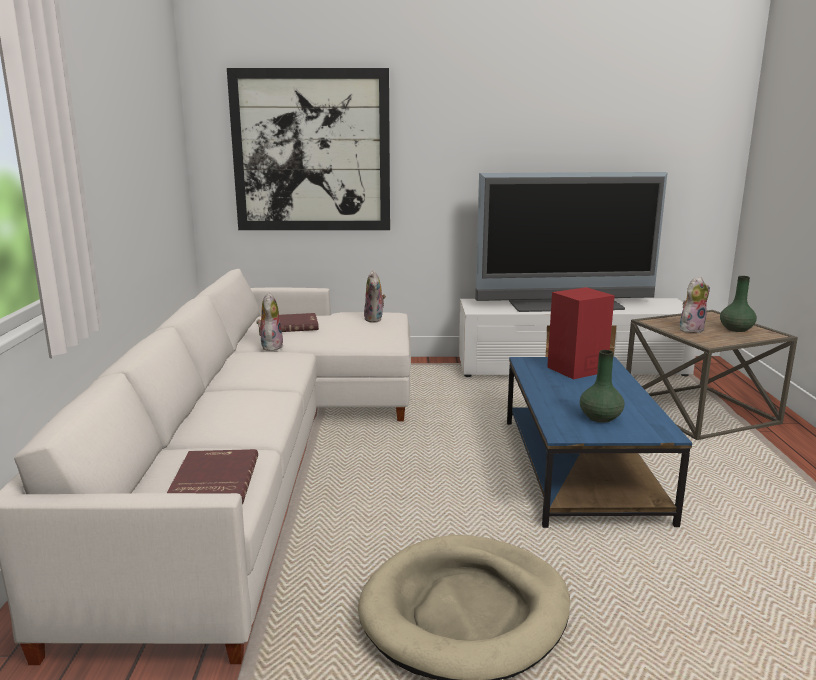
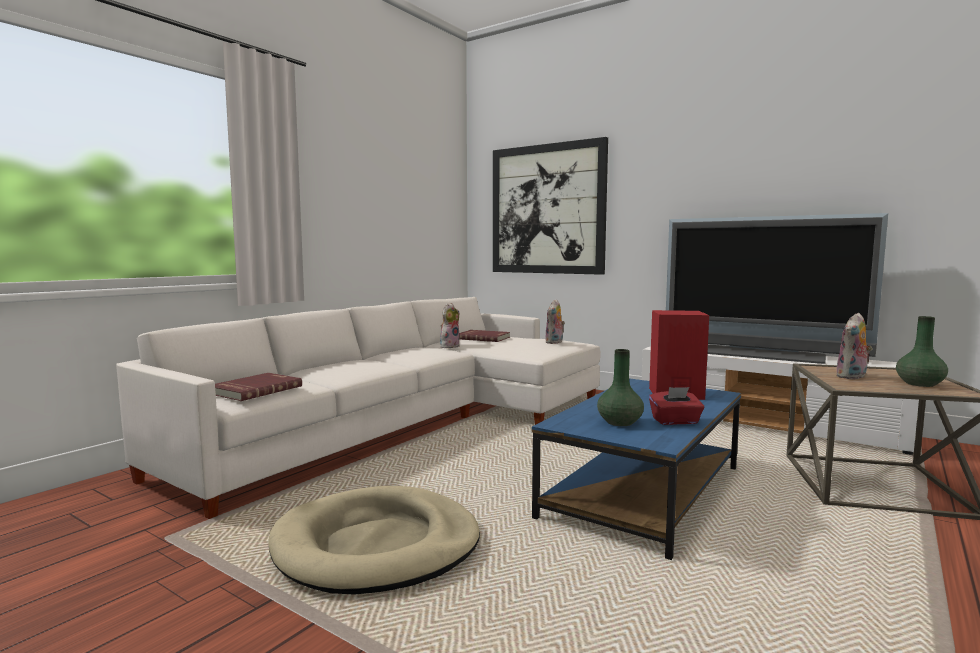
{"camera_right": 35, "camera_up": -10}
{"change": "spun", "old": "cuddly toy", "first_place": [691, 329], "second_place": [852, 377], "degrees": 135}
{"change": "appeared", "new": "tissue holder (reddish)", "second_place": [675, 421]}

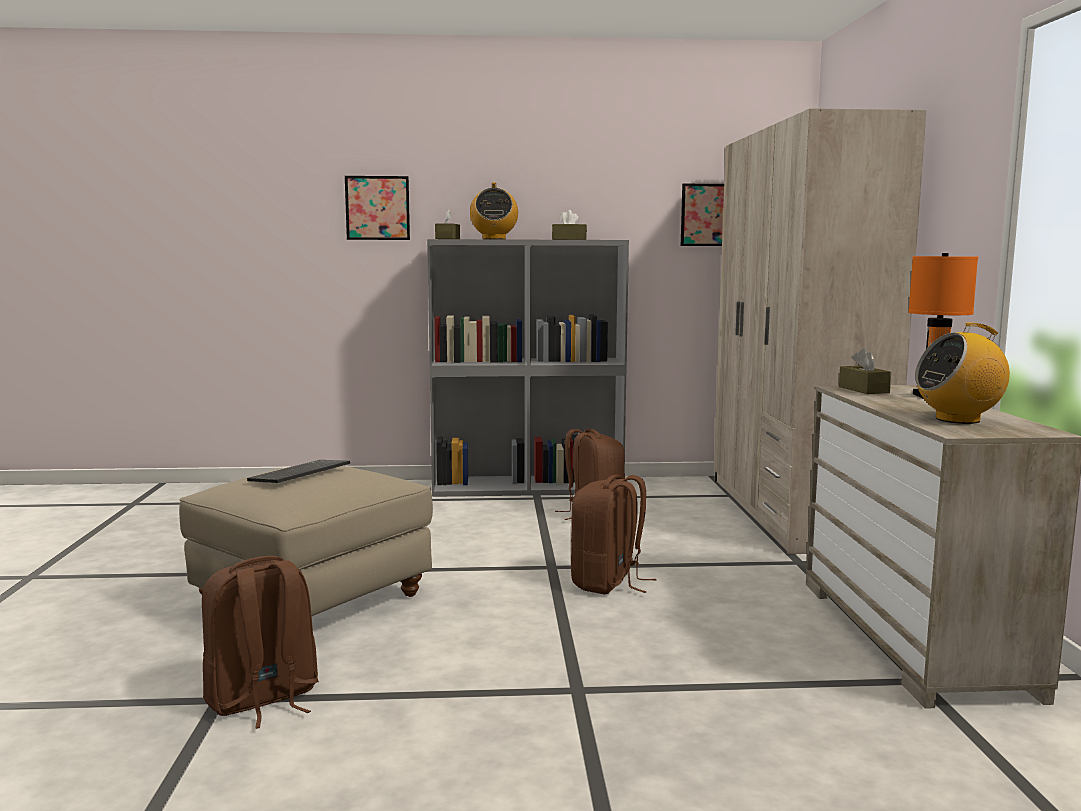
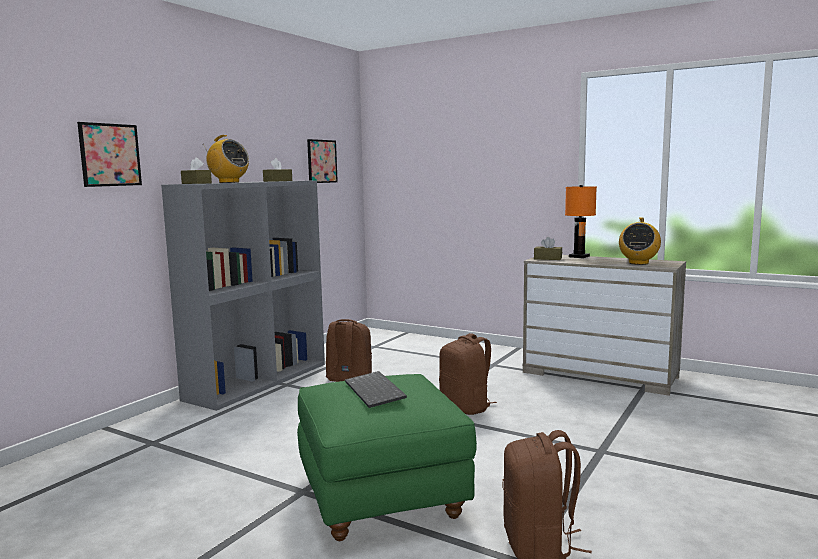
{"camera_right": -55, "camera_up": 0}
{"change": "missing", "old": "wardrobe (beige-coloured)", "first_place": [791, 512]}
{"change": "colour", "old": "pouffe (beige-coloured)", "new": "pouffe (green-coloured)", "first_place": [313, 603], "second_place": [382, 497]}

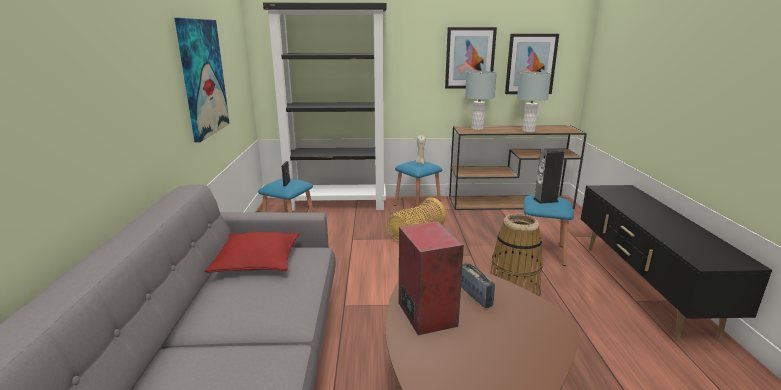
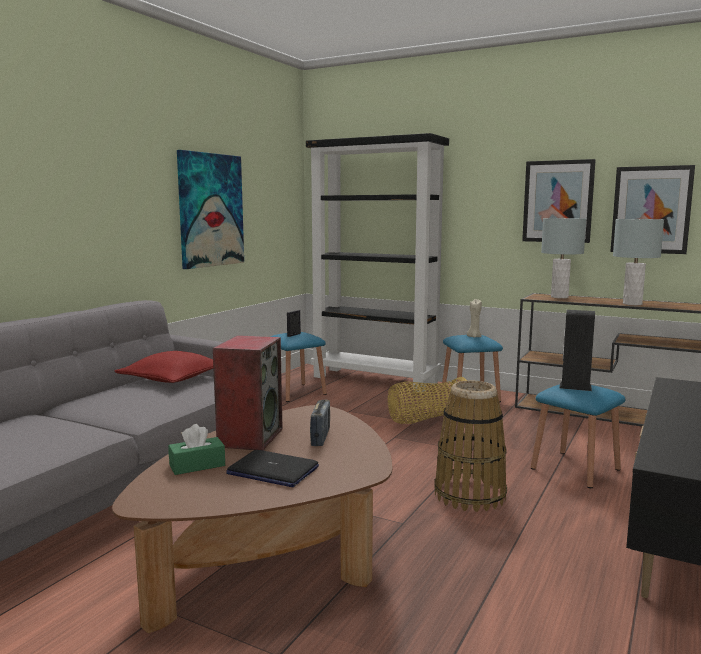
{"camera_right": 30, "camera_up": -10}
{"change": "appeared", "new": "tissue holder (green-coloured)", "second_place": [197, 465]}
{"change": "appeared", "new": "portable computer", "second_place": [272, 470]}

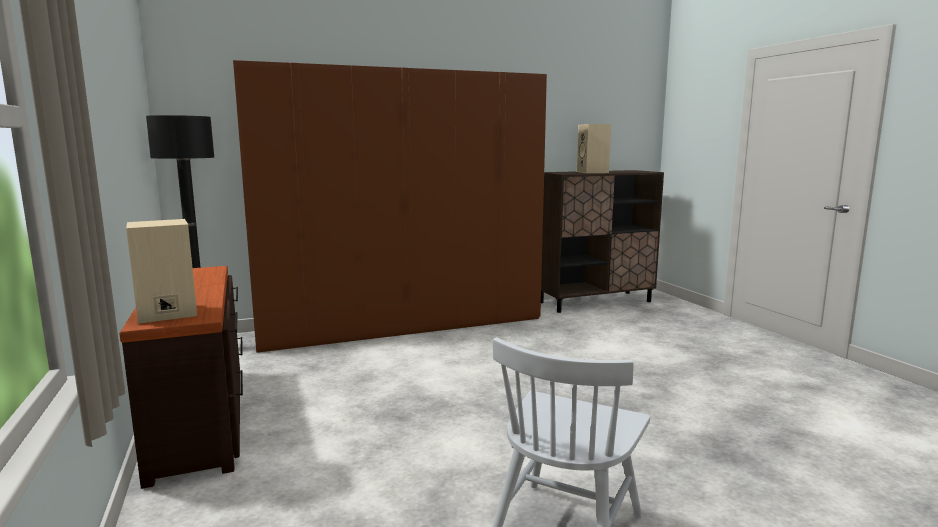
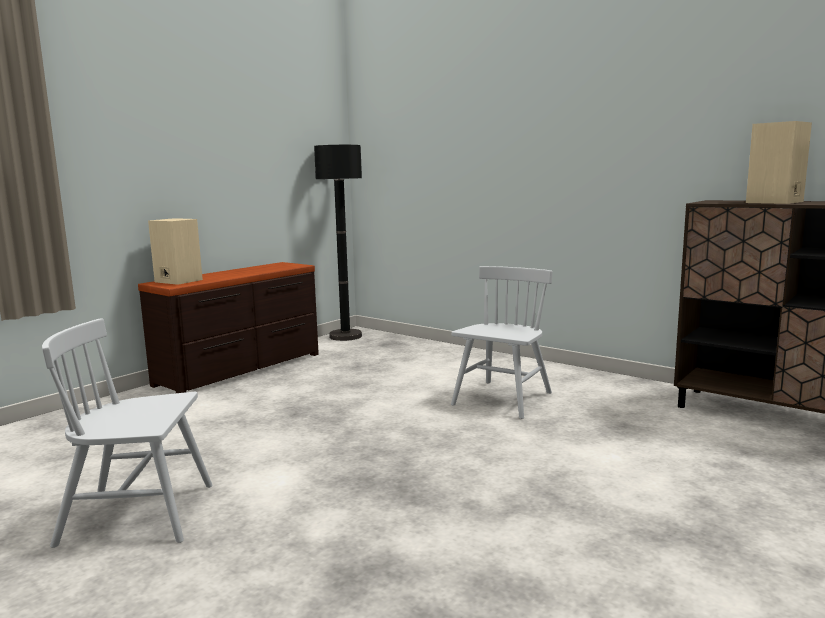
{"camera_right": 60, "camera_up": 0}
{"change": "missing", "old": "wardrobe (brown)", "first_place": [403, 325]}
{"change": "appeared", "new": "chair (white-coloured)", "second_place": [502, 399]}

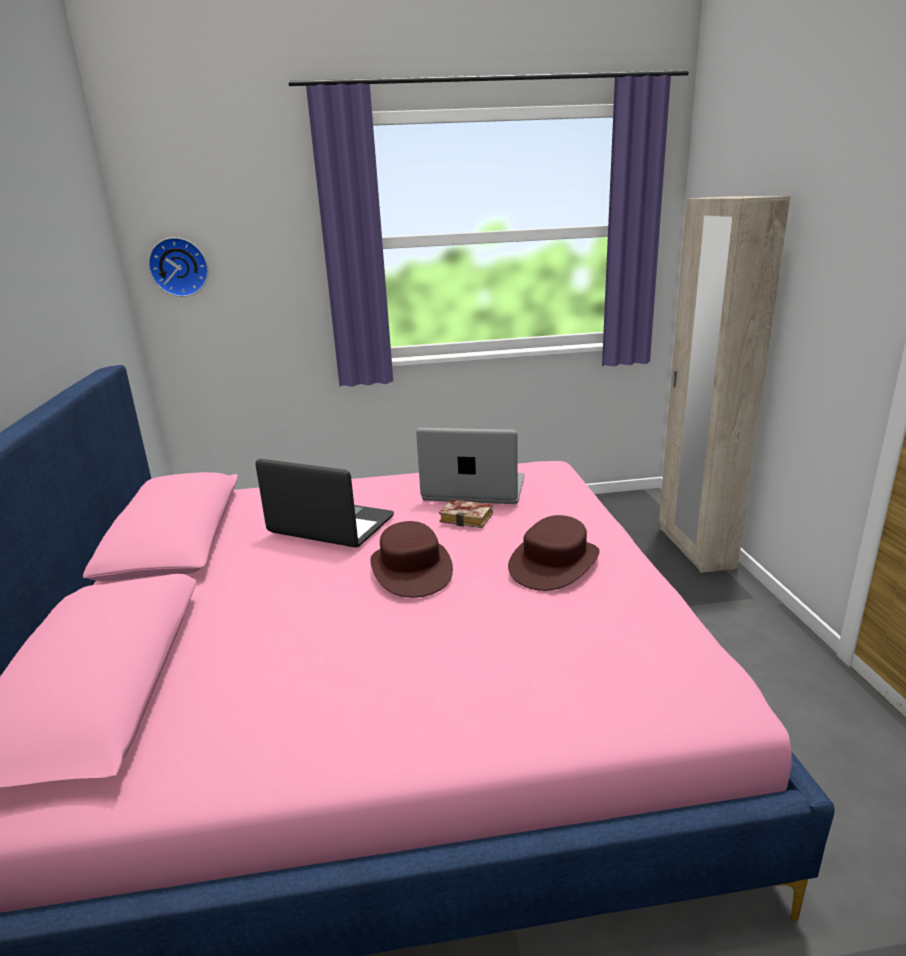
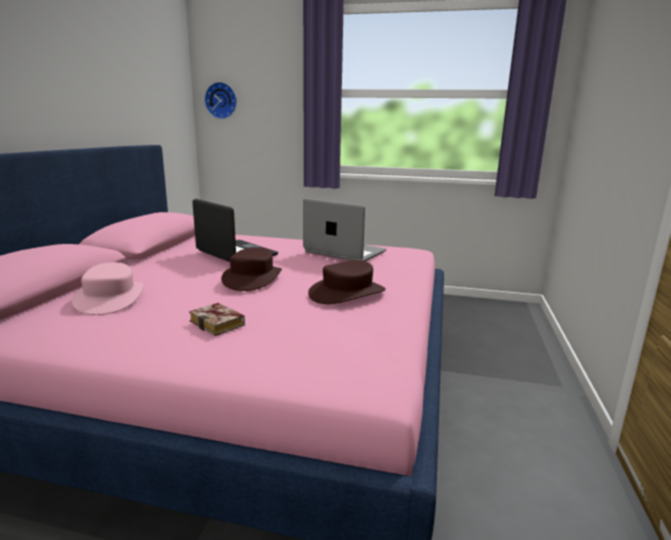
{"camera_right": 20, "camera_up": -5}
{"change": "missing", "old": "wardrobe (beige-coloured)", "first_place": [695, 547]}
{"change": "relocated", "old": "volume", "first_place": [468, 518], "second_place": [219, 324]}
{"change": "appeared", "new": "clothing hat (pink)", "second_place": [110, 298]}

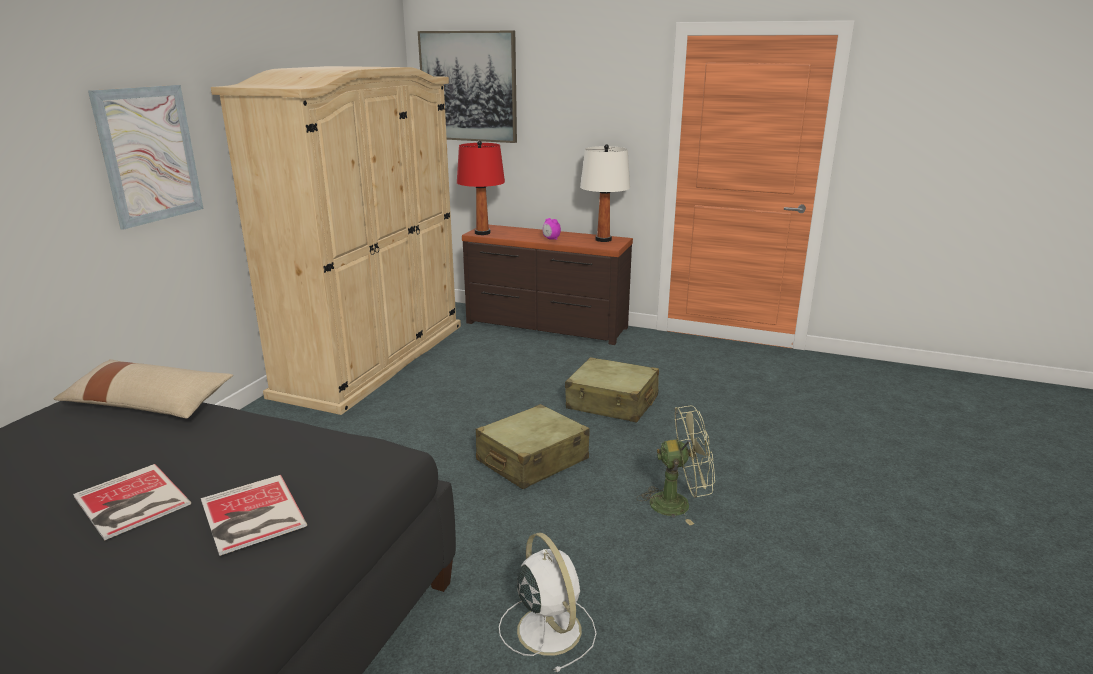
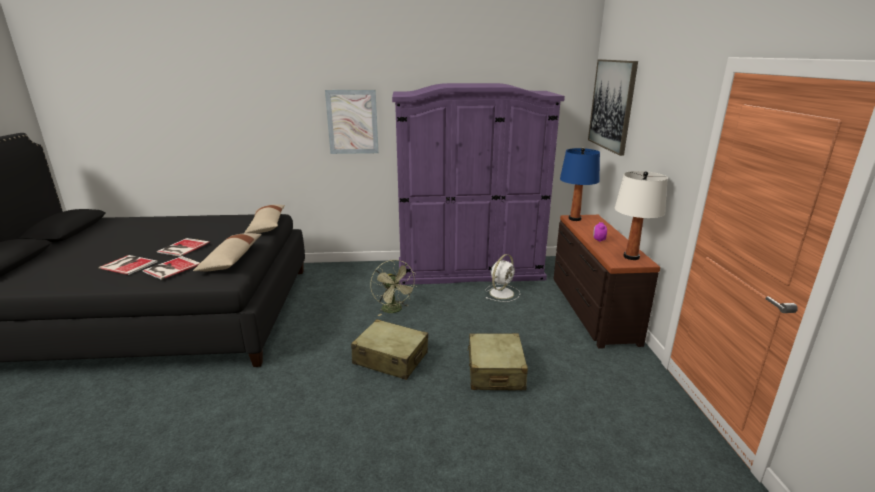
{"camera_right": 65, "camera_up": 0}
{"change": "colour", "old": "wardrobe (beige-coloured)", "new": "wardrobe (purple)", "first_place": [373, 358], "second_place": [469, 270]}
{"change": "colour", "old": "table lamp (reddish)", "new": "table lamp (blue-coloured)", "first_place": [482, 233], "second_place": [575, 219]}
{"change": "relocated", "old": "electric fan (green-coloured)", "first_place": [678, 503], "second_place": [394, 310]}
{"change": "relocated", "old": "electric fan (white-coloured)", "first_place": [547, 628], "second_place": [502, 293]}
{"change": "appeared", "new": "pillow (beige-coloured)", "second_place": [231, 259]}
{"change": "appeared", "new": "volume", "second_place": [128, 264]}

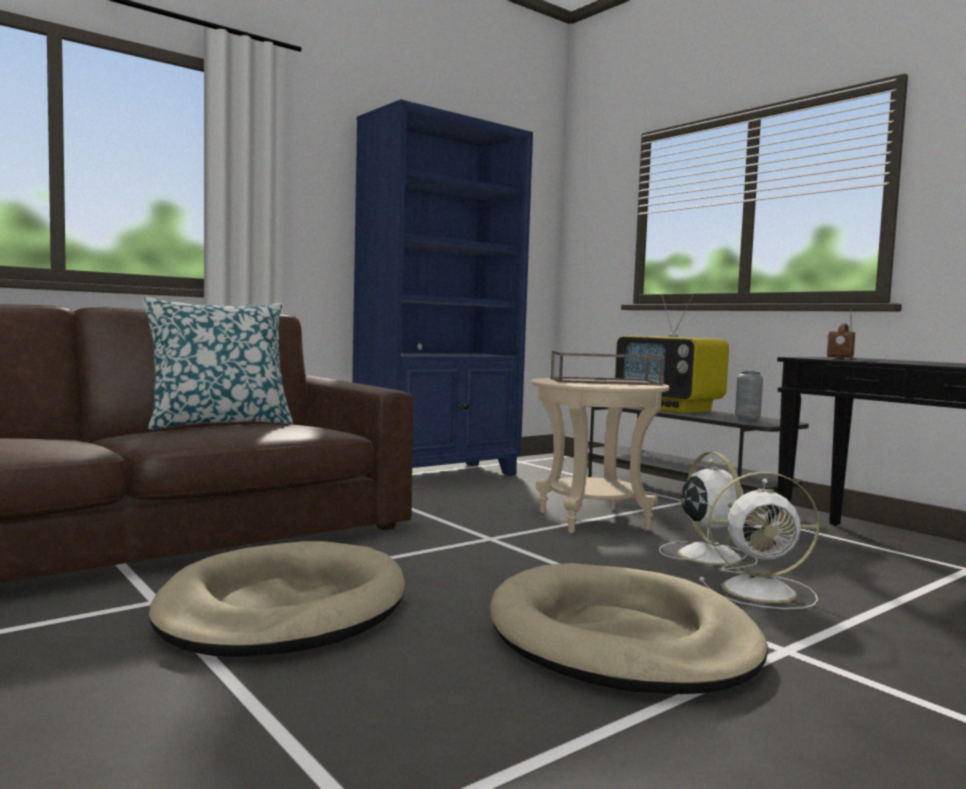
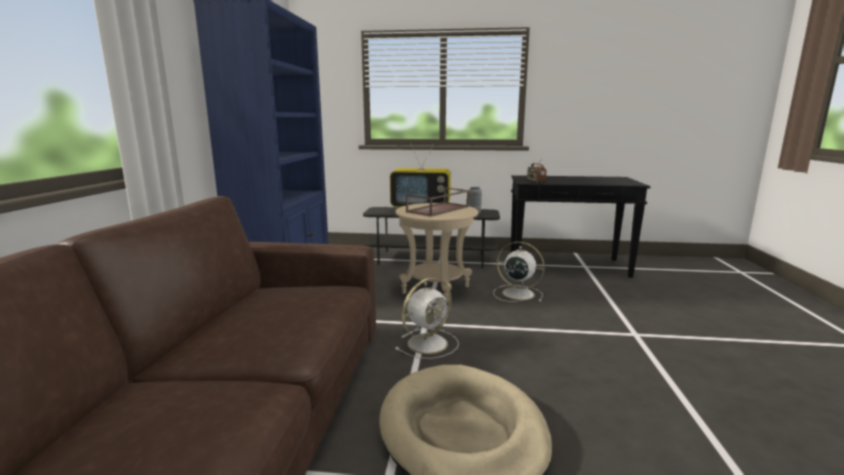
{"camera_right": -45, "camera_up": 10}
{"change": "missing", "old": "pillow", "first_place": [219, 424]}
{"change": "relocated", "old": "electric fan (white-coloured)", "first_place": [762, 591], "second_place": [429, 343]}
{"change": "missing", "old": "dog cushion (beige-coloured)", "first_place": [621, 639]}

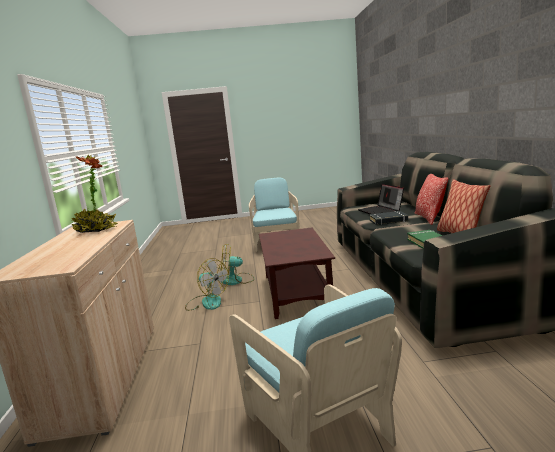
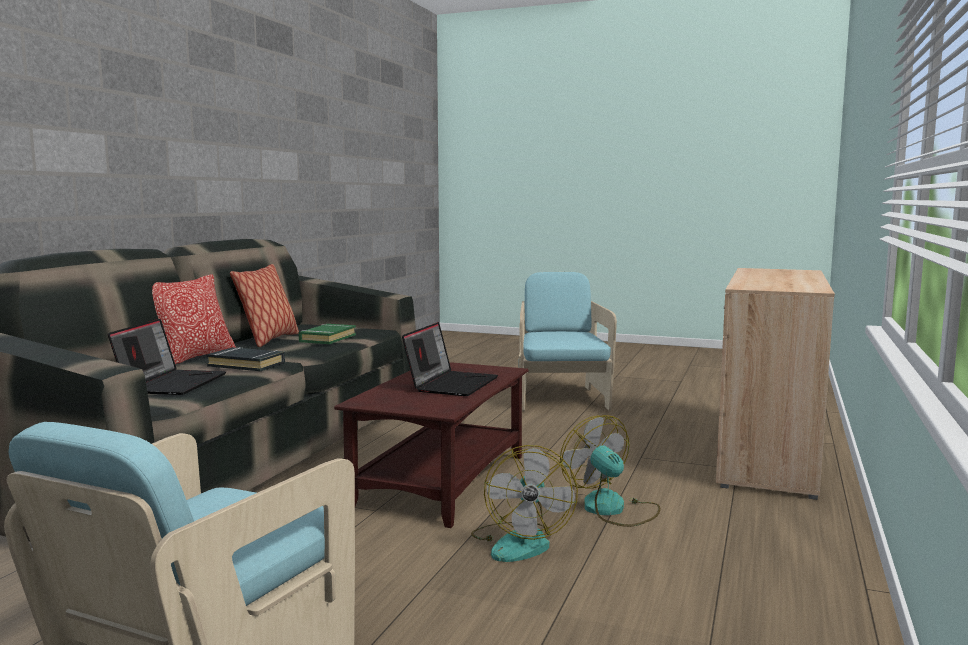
{"camera_right": -155, "camera_up": -5}
{"change": "missing", "old": "plant in a pot", "first_place": [96, 230]}
{"change": "spun", "old": "electric fan", "first_place": [236, 280], "second_place": [520, 542], "degrees": 75}
{"change": "appeared", "new": "portable computer", "second_place": [451, 384]}

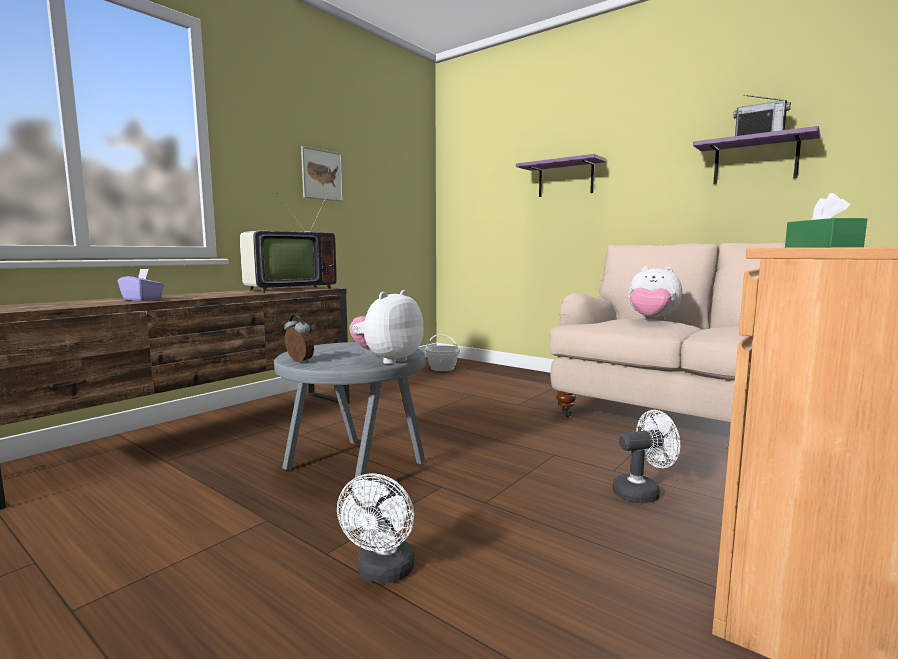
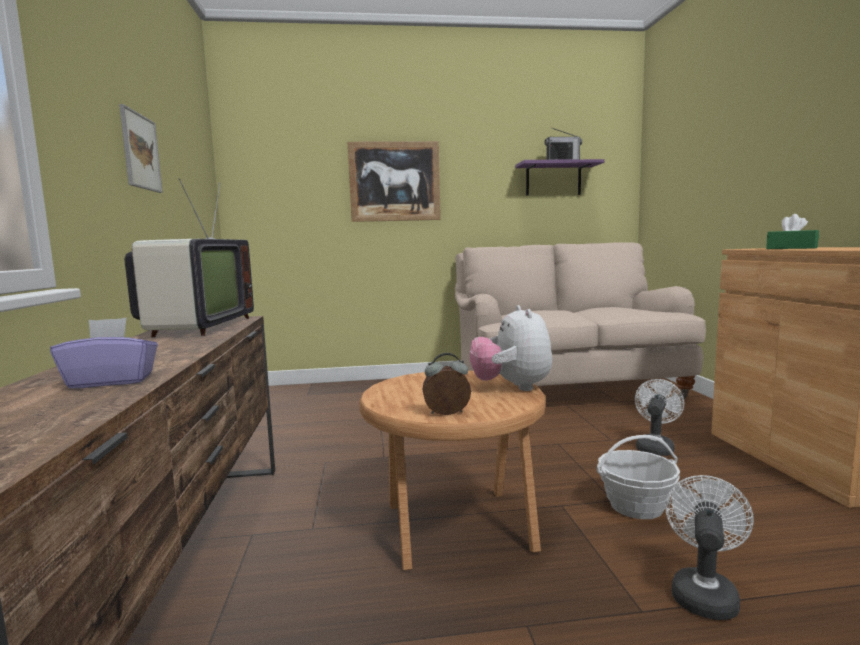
{"camera_right": -45, "camera_up": 0}
{"change": "exchanged", "old": "wall shelf (purple)", "new": "picture", "first_place": [565, 179], "second_place": [394, 181]}
{"change": "missing", "old": "cuddly toy", "first_place": [651, 320]}
{"change": "relocated", "old": "basket", "first_place": [442, 368], "second_place": [636, 506]}
{"change": "colour", "old": "accent table (grey)", "new": "accent table (brown)", "first_place": [354, 465], "second_place": [454, 527]}
{"change": "spun", "old": "electric fan (white-coloured)", "first_place": [383, 573], "second_place": [703, 592], "degrees": -120}

